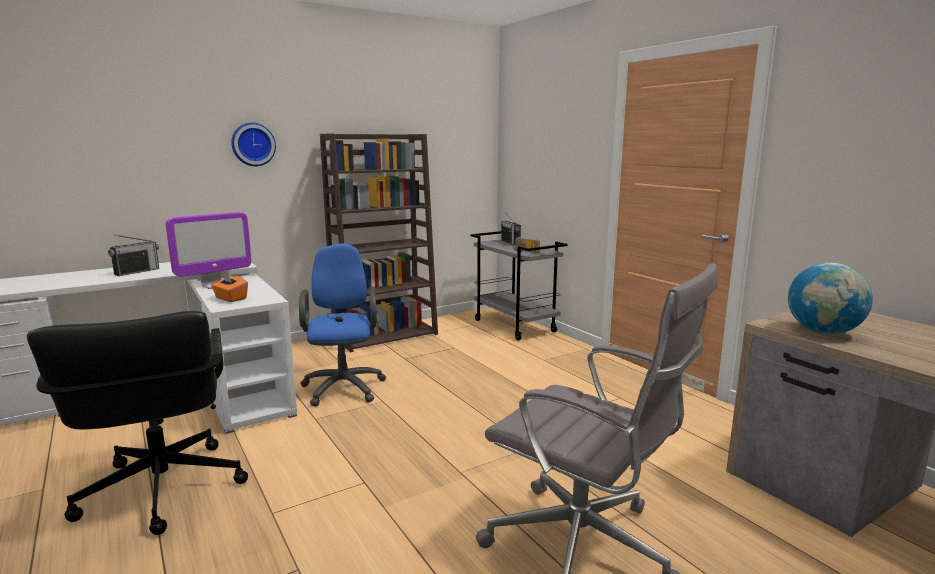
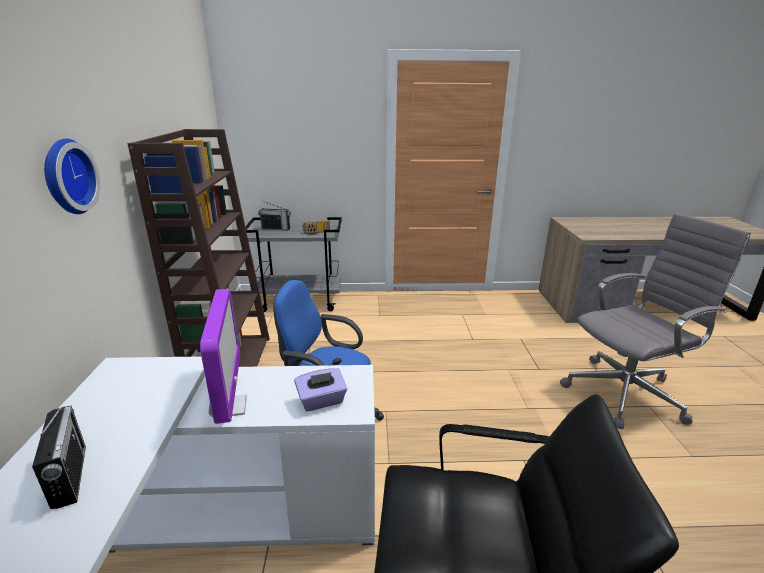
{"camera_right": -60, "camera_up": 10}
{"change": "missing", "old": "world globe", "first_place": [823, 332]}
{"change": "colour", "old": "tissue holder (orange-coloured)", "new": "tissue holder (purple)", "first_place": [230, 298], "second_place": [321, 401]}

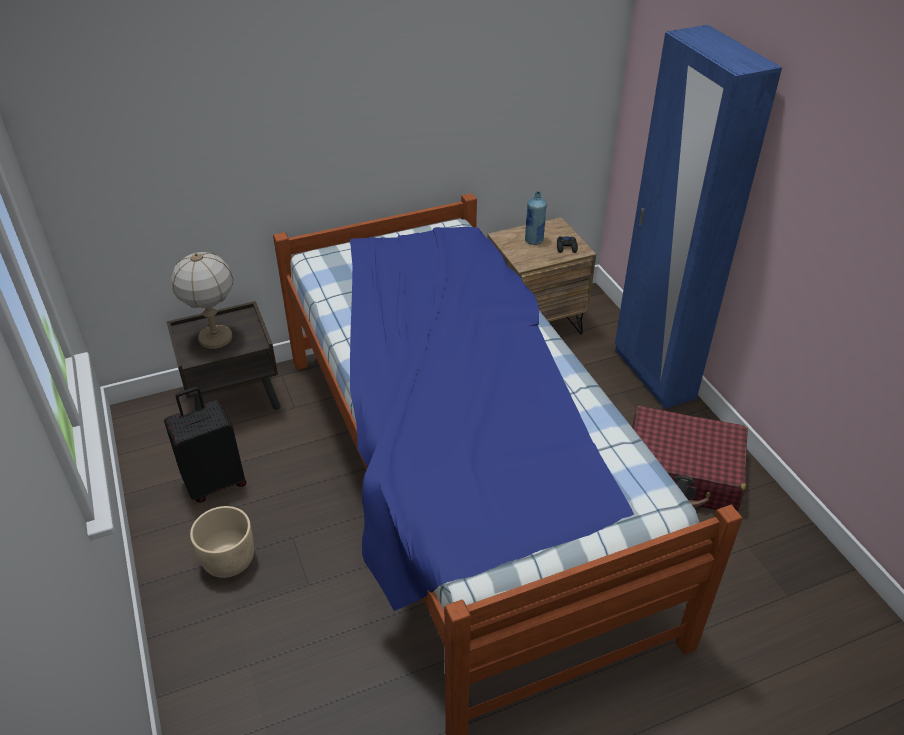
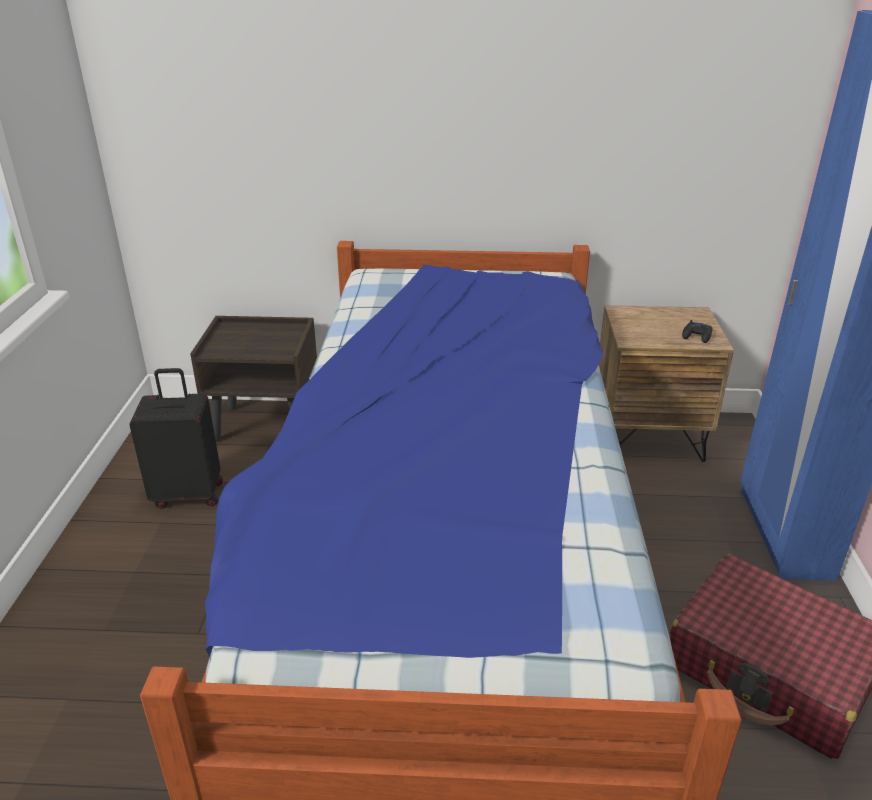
{"camera_right": 25, "camera_up": -10}
{"change": "missing", "old": "drink bottle (blue-coloured)", "first_place": [534, 240]}
{"change": "missing", "old": "table lamp", "first_place": [215, 338]}
{"change": "missing", "old": "flower pot (beige-coloured)", "first_place": [228, 560]}

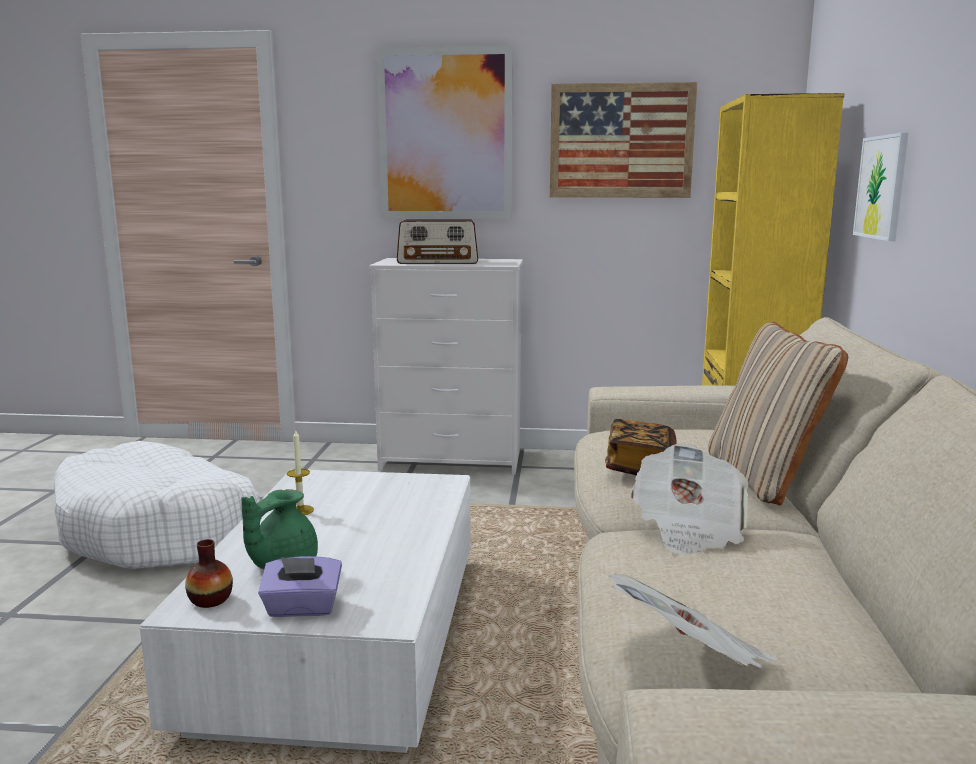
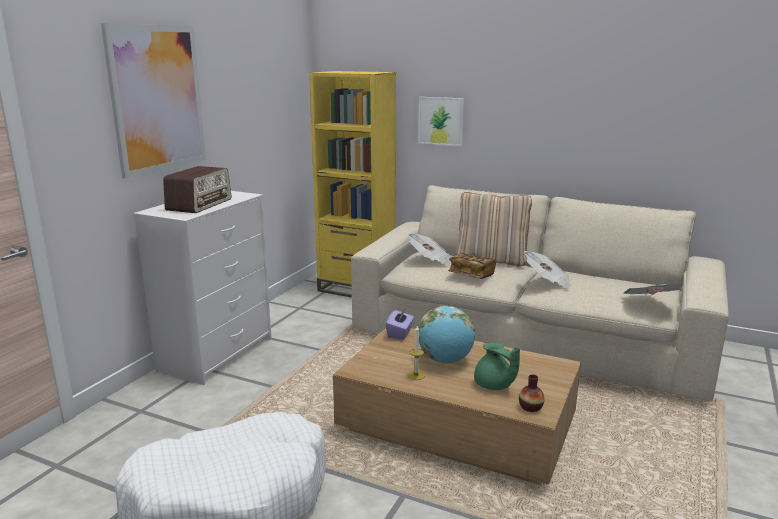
{"camera_right": -70, "camera_up": 5}
{"change": "missing", "old": "picture", "first_place": [621, 141]}
{"change": "colour", "old": "coffee table (white-coloured)", "new": "coffee table (brown)", "first_place": [343, 638], "second_place": [457, 426]}
{"change": "relocated", "old": "tissue holder (purple)", "first_place": [302, 608], "second_place": [400, 333]}
{"change": "appeared", "new": "newspaper", "second_place": [430, 261]}
{"change": "appeared", "new": "world globe", "second_place": [445, 361]}

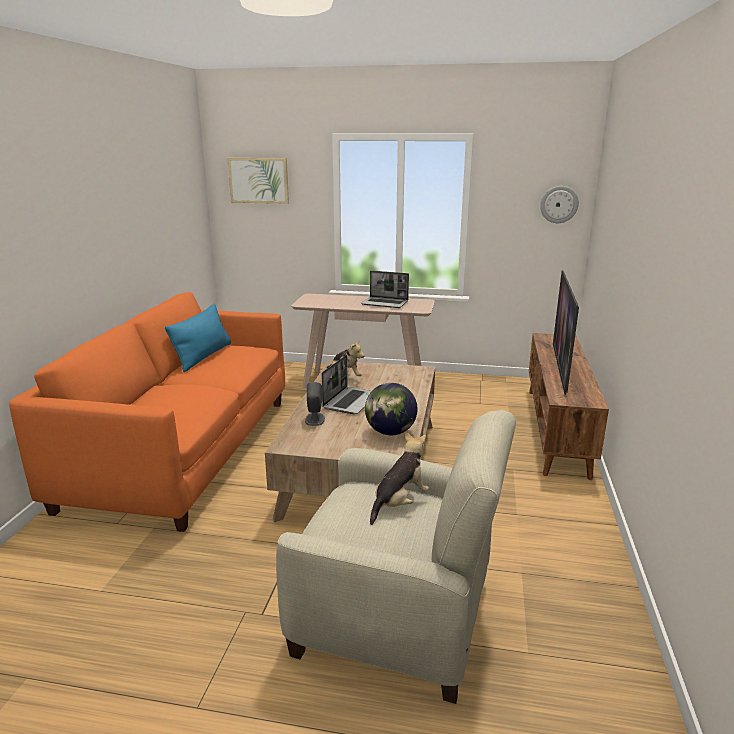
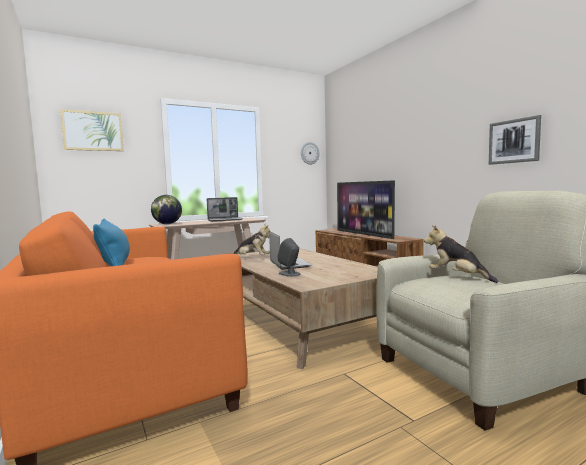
{"camera_right": -40, "camera_up": -15}
{"change": "relocated", "old": "world globe", "first_place": [390, 432], "second_place": [167, 224]}
{"change": "spun", "old": "cuddly toy", "first_place": [399, 503], "second_place": [457, 277], "degrees": -45}
{"change": "appeared", "new": "picture", "second_place": [514, 141]}

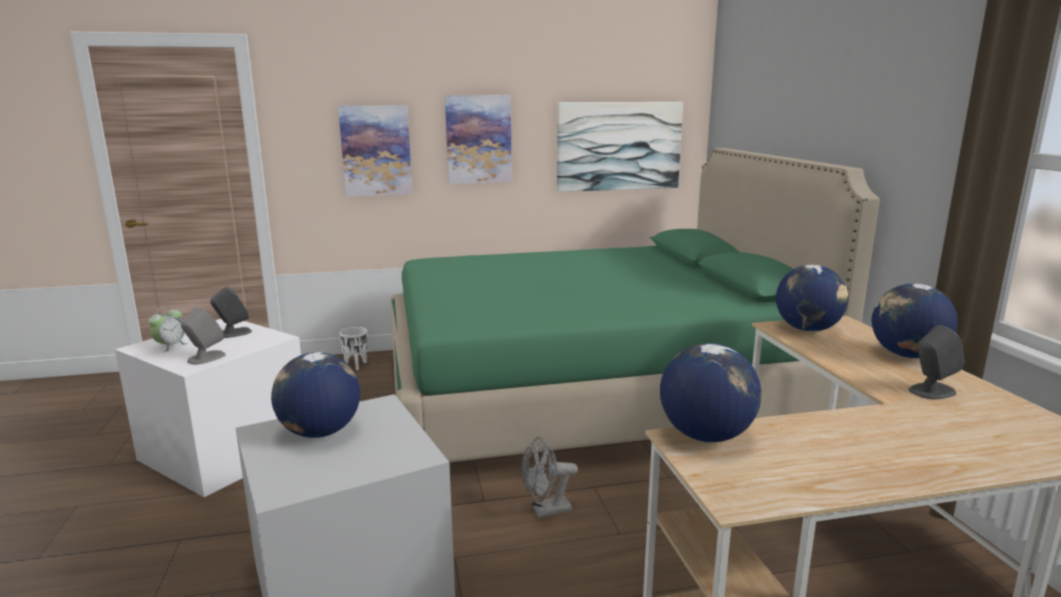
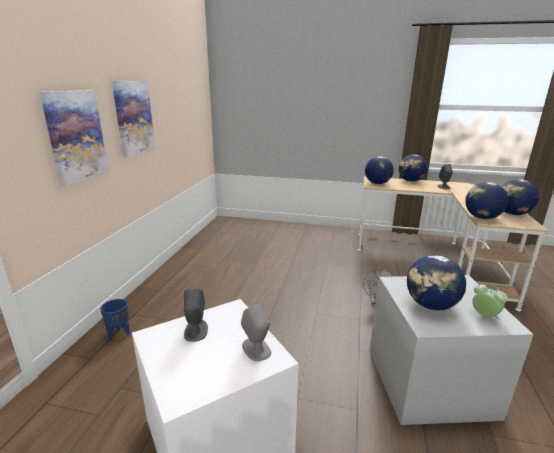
{"camera_right": -65, "camera_up": 5}
{"change": "missing", "old": "picture", "first_place": [619, 146]}
{"change": "missing", "old": "bed (green-coloured)", "first_place": [590, 393]}
{"change": "relocated", "old": "bedside clock", "first_place": [171, 346], "second_place": [484, 316]}
{"change": "colour", "old": "flower pot (white-coloured)", "new": "flower pot (blue-coloured)", "first_place": [356, 365], "second_place": [119, 333]}
{"change": "appeared", "new": "world globe", "second_place": [512, 214]}

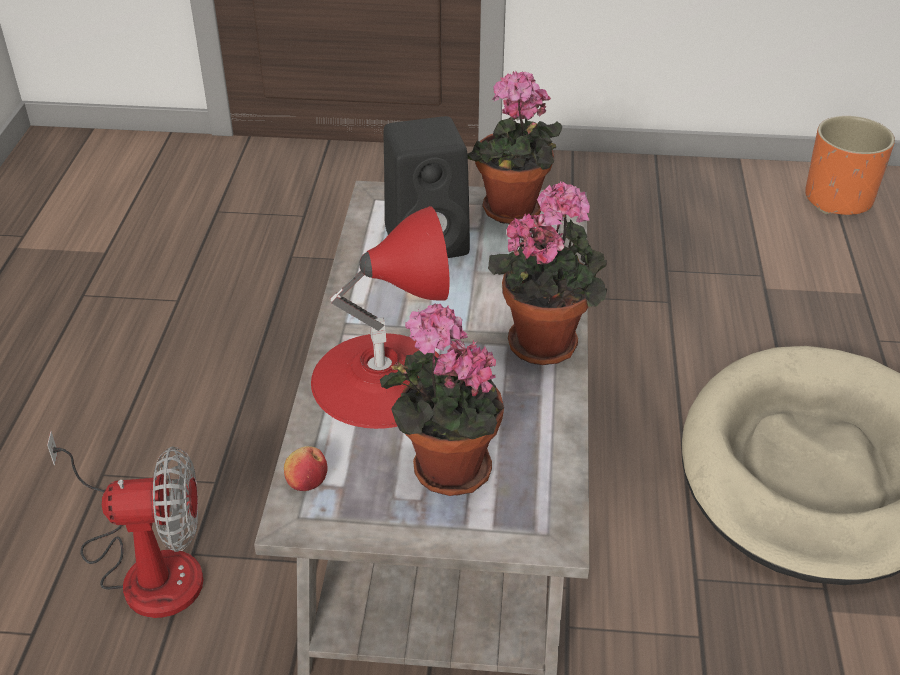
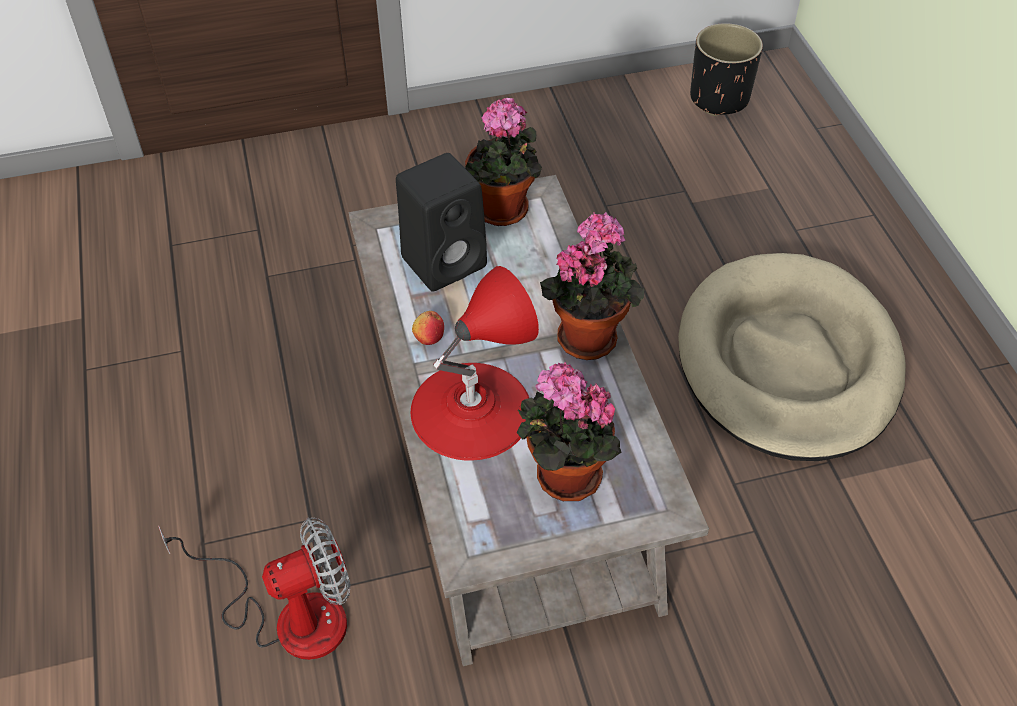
{"camera_right": -20, "camera_up": 10}
{"change": "colour", "old": "flower pot (orange-coloured)", "new": "flower pot (blackish)", "first_place": [838, 199], "second_place": [719, 98]}
{"change": "relocated", "old": "apple", "first_place": [306, 481], "second_place": [429, 337]}

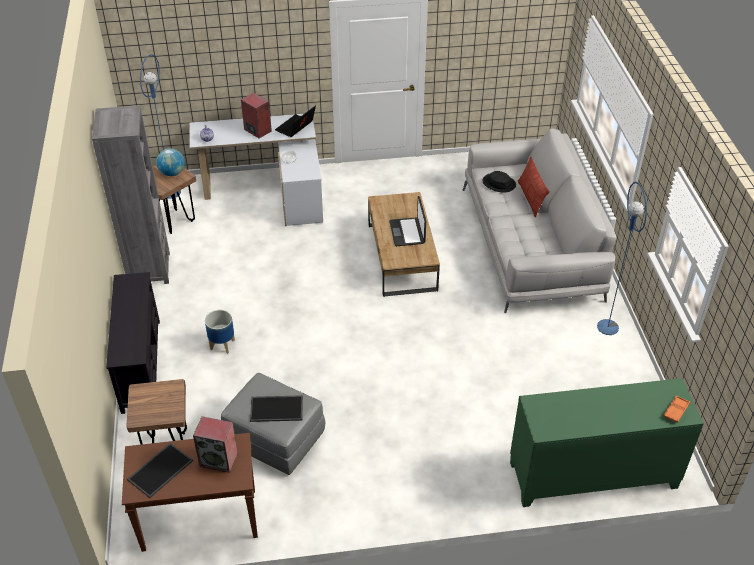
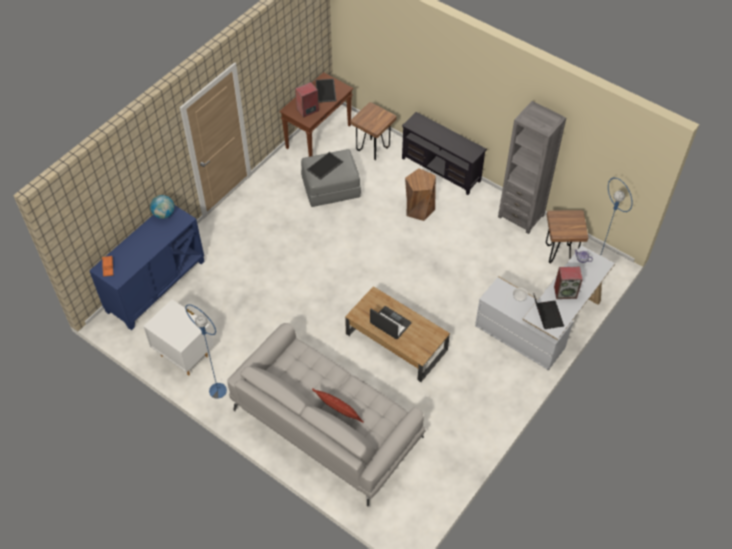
{"camera_right": 135, "camera_up": 10}
{"change": "relocated", "old": "world globe", "first_place": [172, 173], "second_place": [164, 214]}
{"change": "missing", "old": "clothing hat (blackish)", "first_place": [499, 183]}
{"change": "exchanged", "old": "flower pot", "new": "stool seat (brown)", "first_place": [222, 344], "second_place": [419, 209]}
{"change": "colour", "old": "storage cabinet (green-coloured)", "new": "storage cabinet (blue-coloured)", "first_place": [593, 476], "second_place": [155, 286]}
{"change": "appeared", "new": "nightstand (white-coloured)", "second_place": [184, 355]}

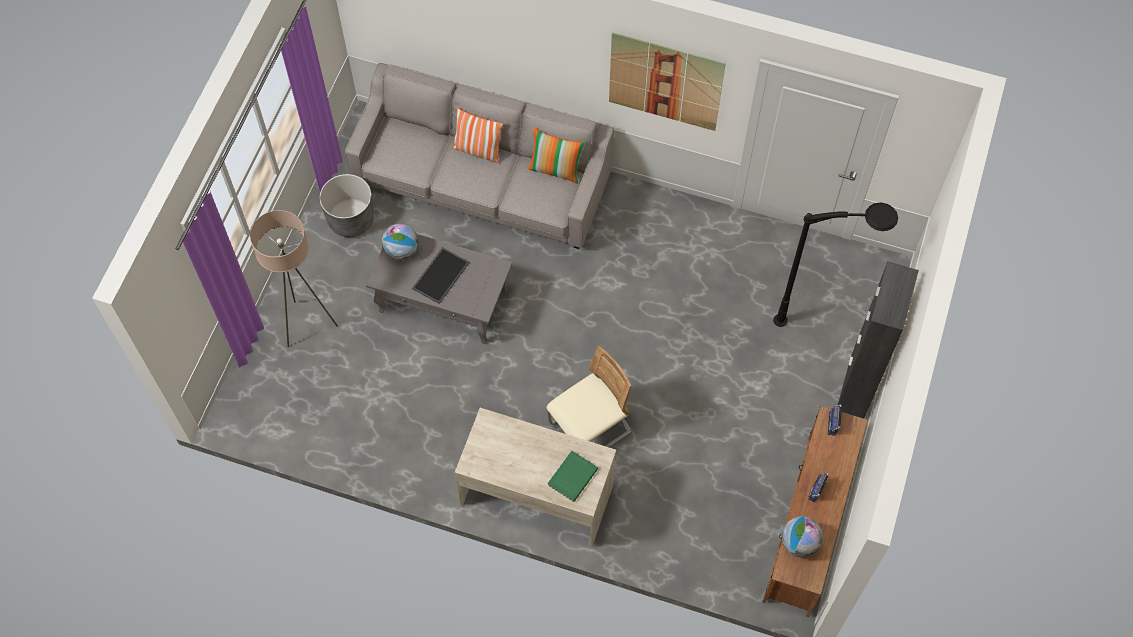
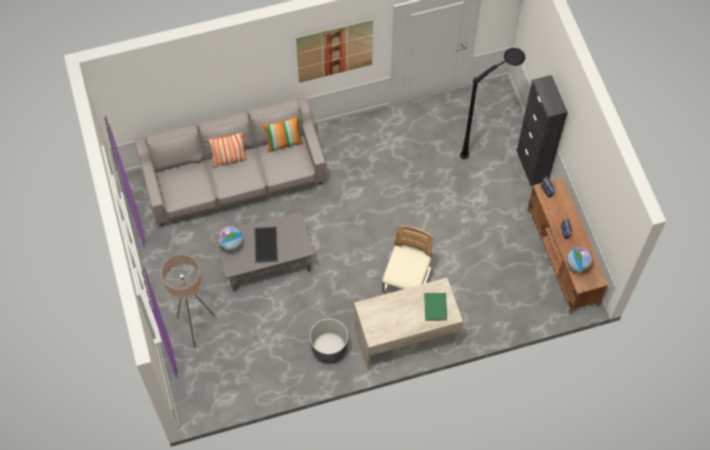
{"camera_right": -35, "camera_up": 0}
{"change": "relocated", "old": "flower pot (grey)", "first_place": [351, 219], "second_place": [329, 348]}

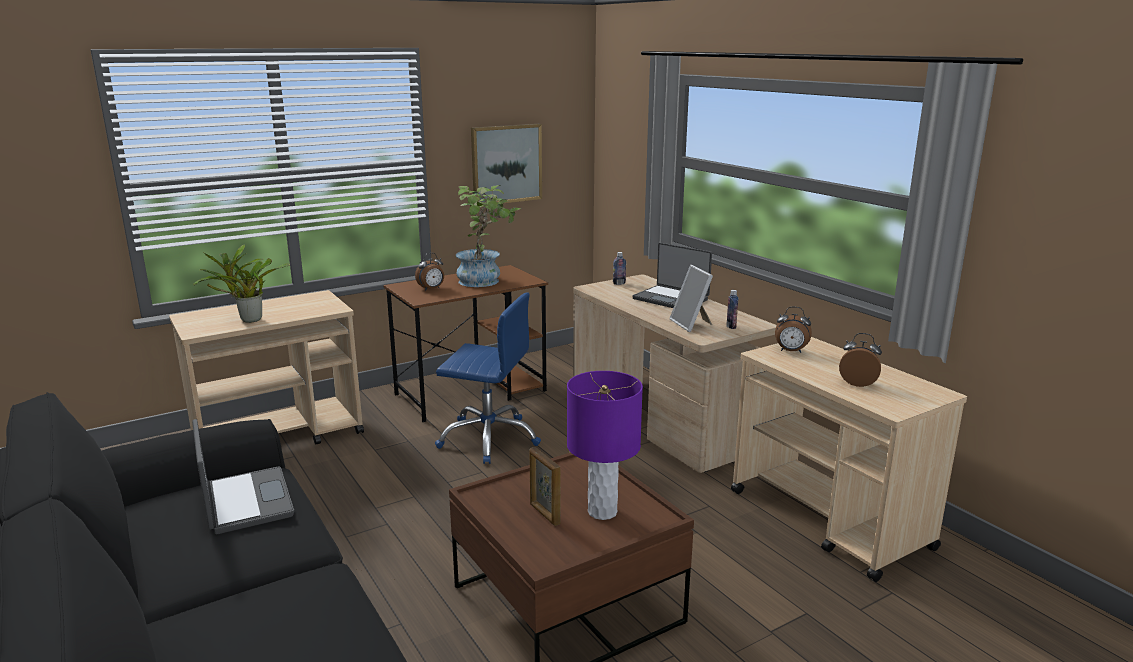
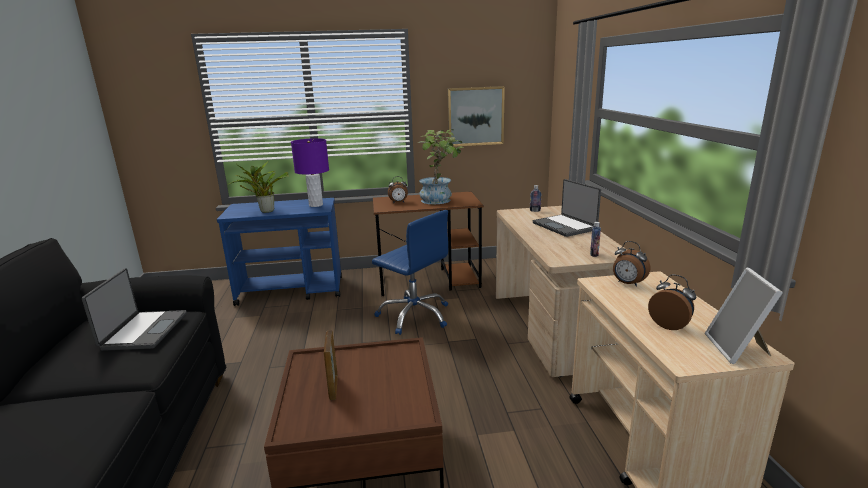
{"camera_right": 25, "camera_up": 0}
{"change": "relocated", "old": "standing frame", "first_place": [692, 324], "second_place": [738, 349]}
{"change": "colour", "old": "cart (beige-coloured)", "new": "cart (blue-coloured)", "first_place": [280, 436], "second_place": [292, 291]}
{"change": "relocated", "old": "table lamp (purple)", "first_place": [602, 511], "second_place": [316, 205]}

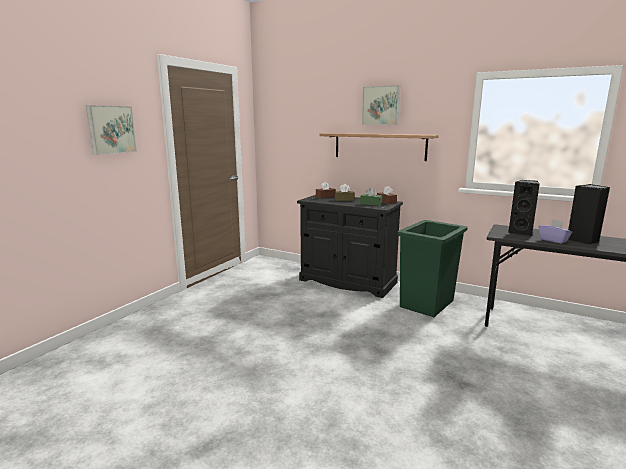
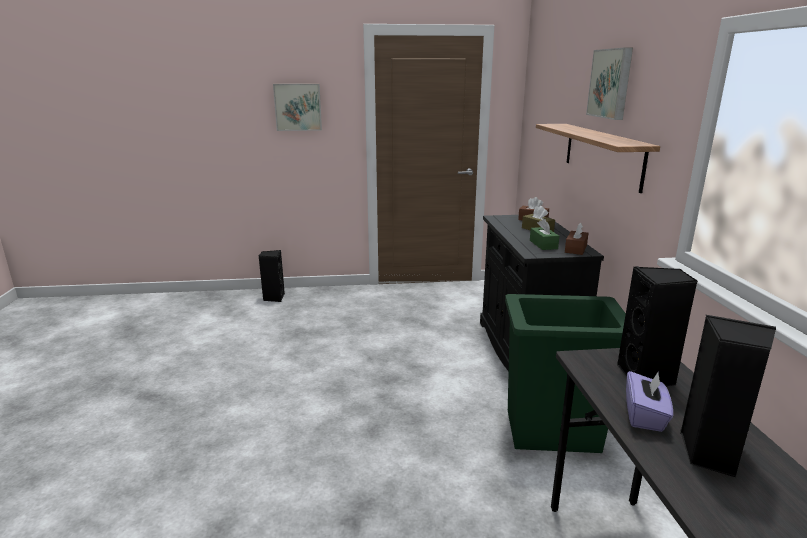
{"camera_right": 55, "camera_up": 5}
{"change": "appeared", "new": "speaker (blackish)", "second_place": [274, 298]}

